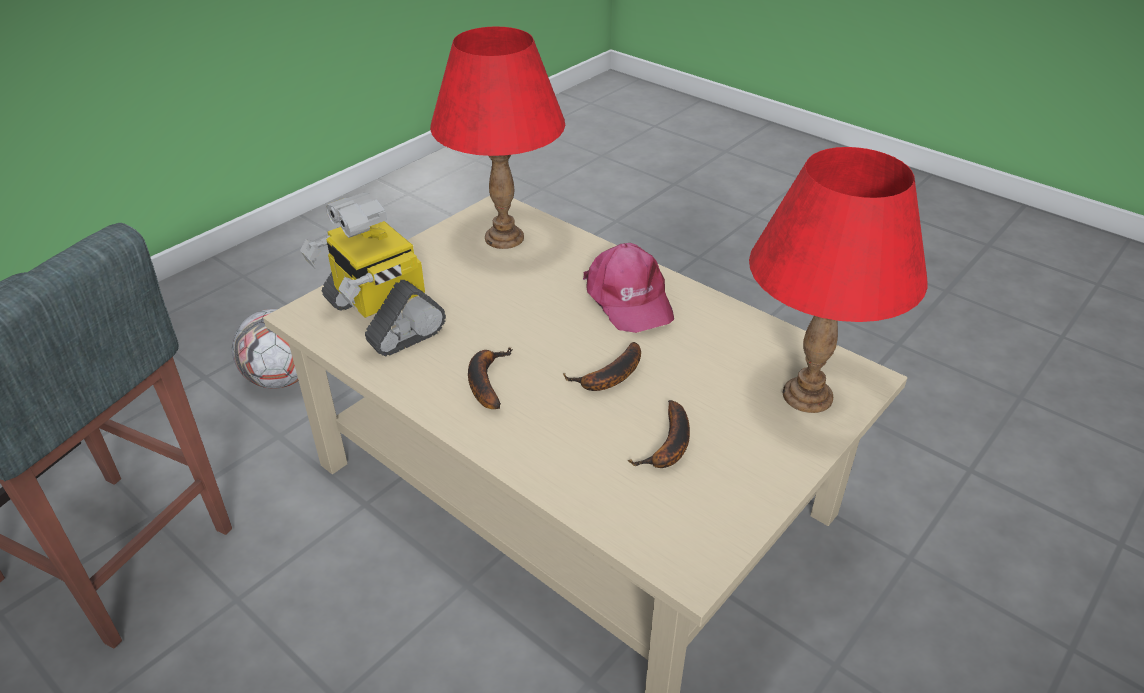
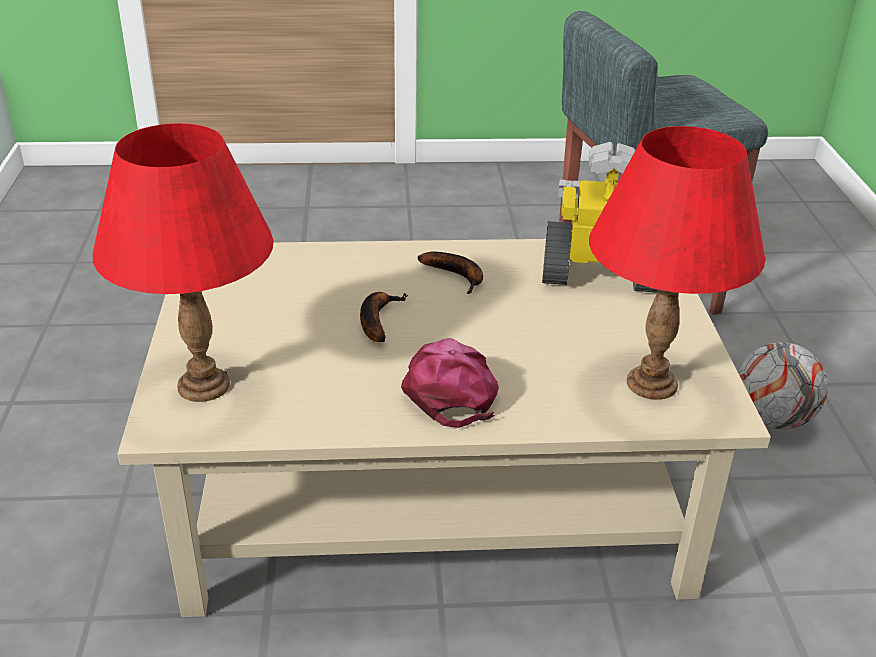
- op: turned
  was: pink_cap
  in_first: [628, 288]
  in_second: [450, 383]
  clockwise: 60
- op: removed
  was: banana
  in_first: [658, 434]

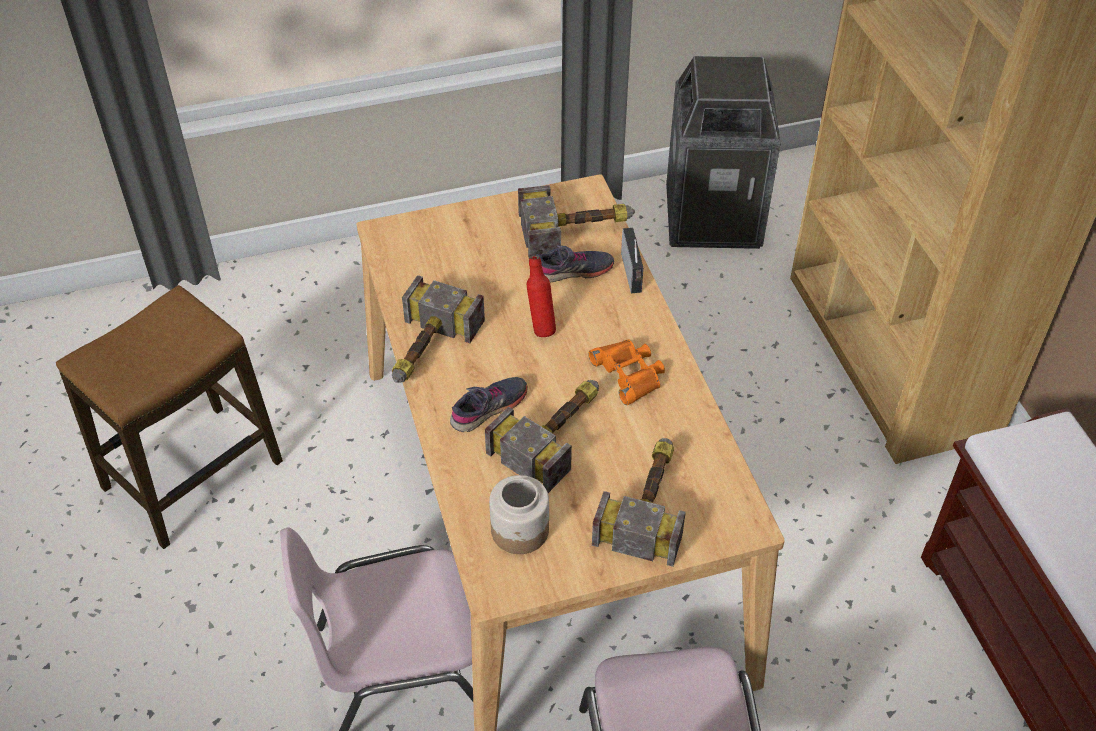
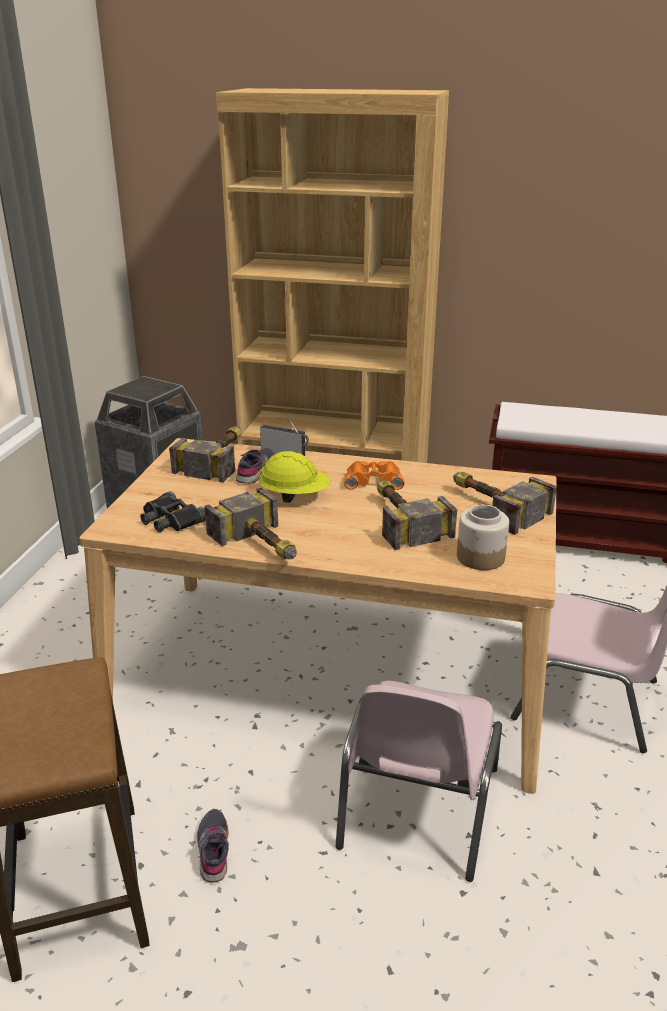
- op: replaced
  was: red_bottle
  now: yellow_hard_hat
  in_first: [541, 296]
  in_second: [294, 477]
- op: moved
  was: grey_shoe
  in_first: [489, 404]
  in_second: [213, 846]
- op: added
  now: black_binoculars
  in_second: [173, 511]

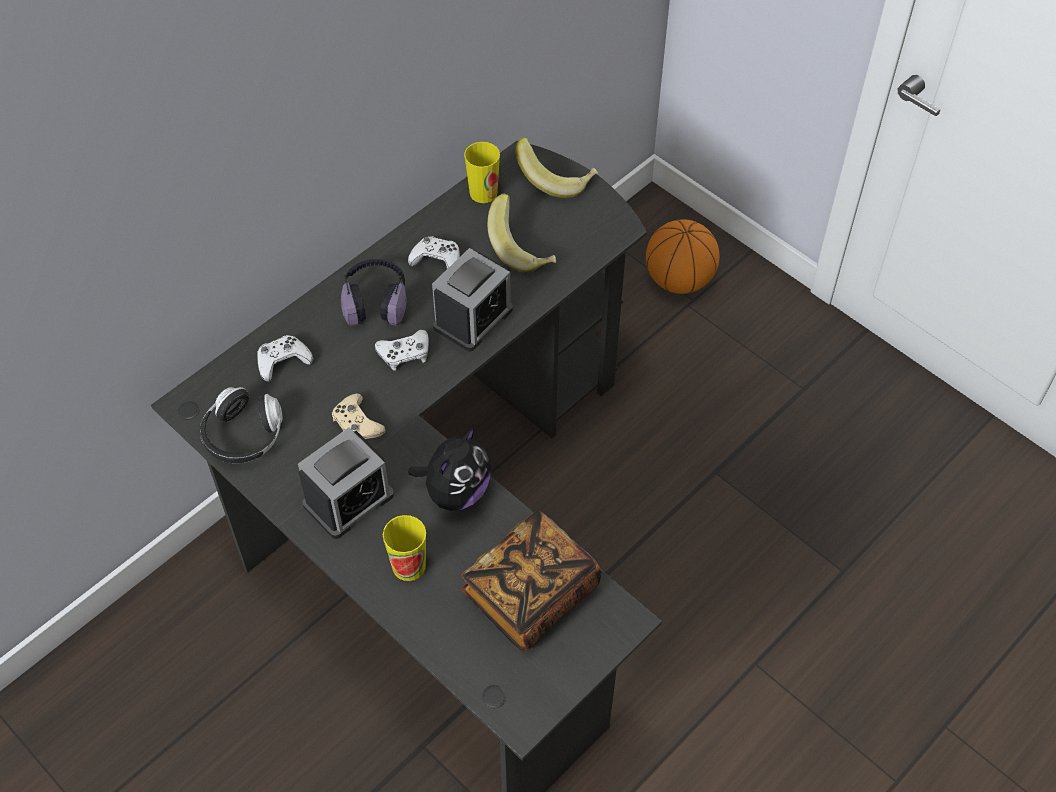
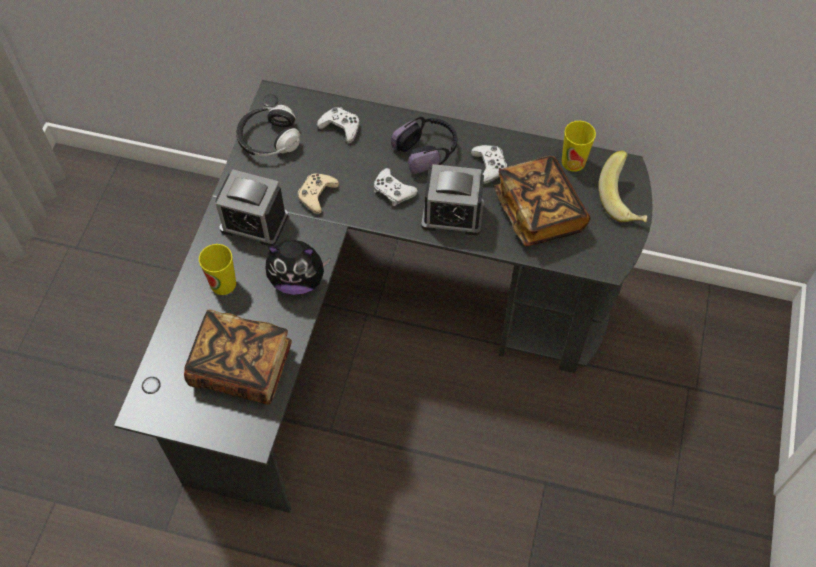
- op: replaced
  was: banana
  now: book
  in_first: [521, 232]
  in_second: [542, 201]
- op: removed
  was: basketball
  in_first: [682, 256]

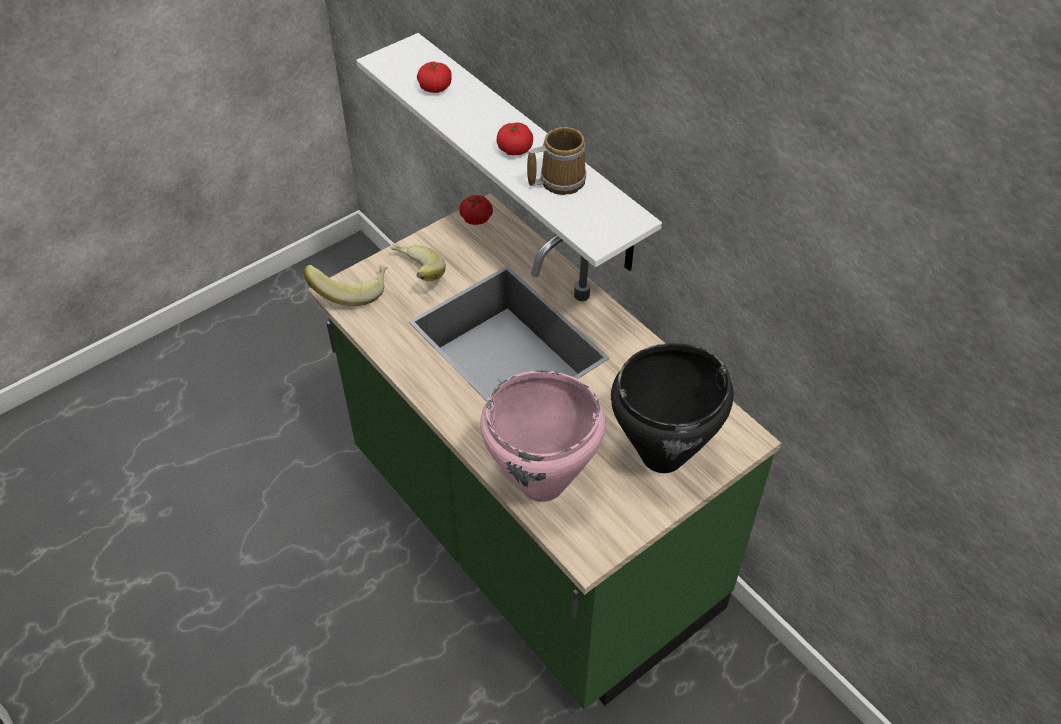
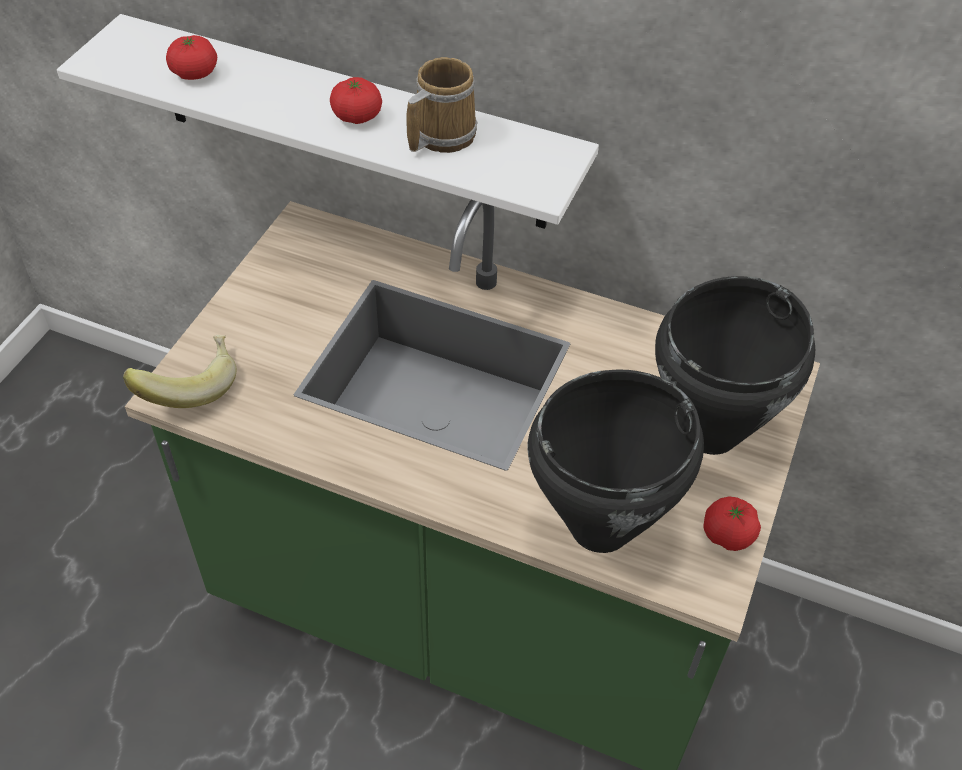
- op: moved
  was: tomato
  in_first: [476, 210]
  in_second: [732, 523]
- op: removed
  was: banana
  in_first: [418, 263]
- op: recoloured
  was: pink_cooking_pot
  now: black_cooking_pot
  in_first: [543, 436]
  in_second: [615, 461]

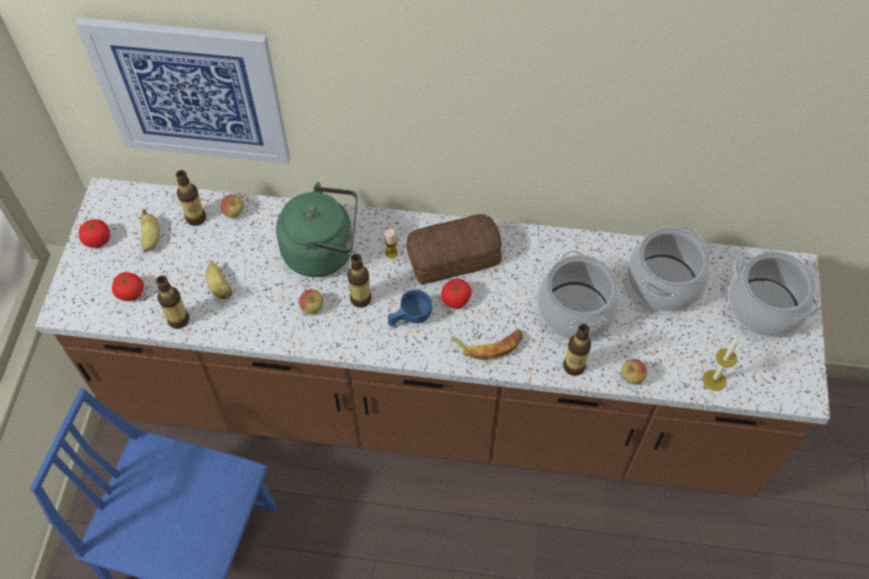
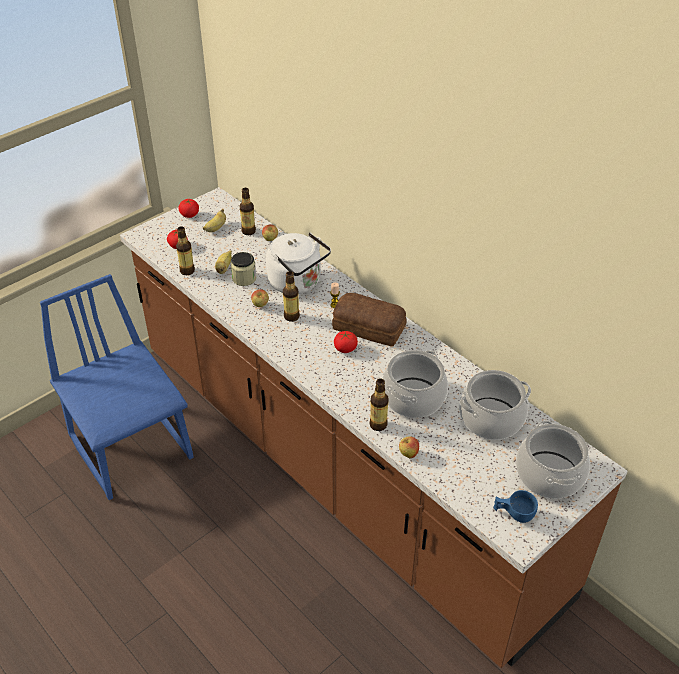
- op: removed
  was: picture
  in_first: [182, 90]
- op: recoloured
  was: green_kettle
  now: white_kettle
  in_first: [317, 229]
  in_second: [298, 263]
- op: moved
  was: blue_cup
  in_first: [410, 308]
  in_second: [515, 506]
- op: removed
  was: banana
  in_first: [486, 344]
- op: removed
  was: candle
  in_first: [721, 364]
- op: added
  now: jar
  in_second: [243, 269]

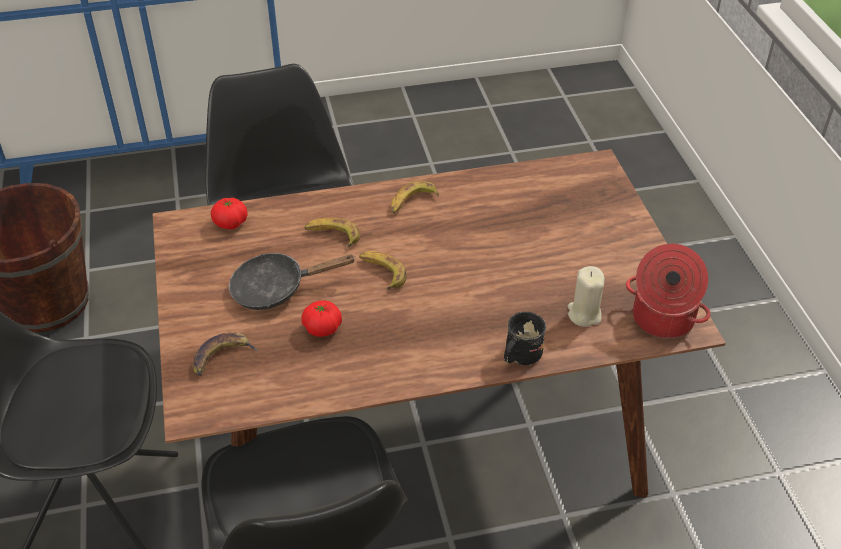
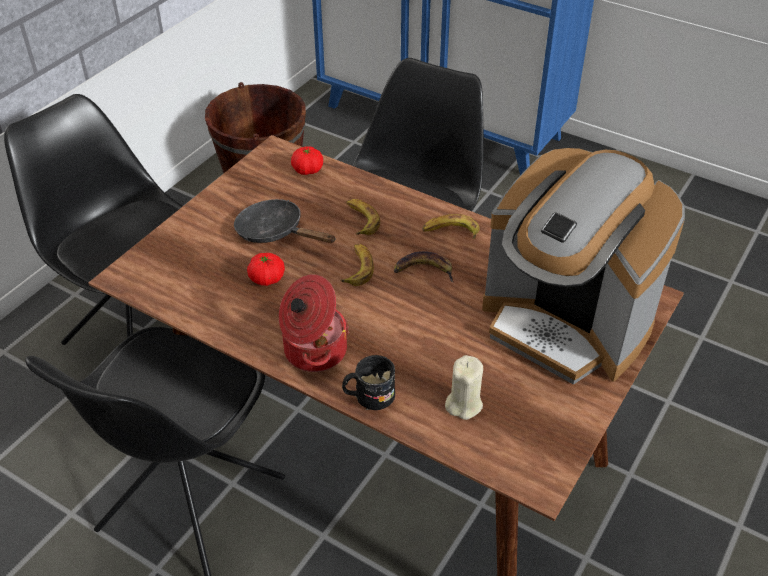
- op: moved
  was: cooking_pot
  in_first: [668, 291]
  in_second: [314, 323]
- op: moved
  was: banana
  in_first: [226, 354]
  in_second: [424, 266]
- op: added
  now: coffee_machine
  in_second: [583, 266]

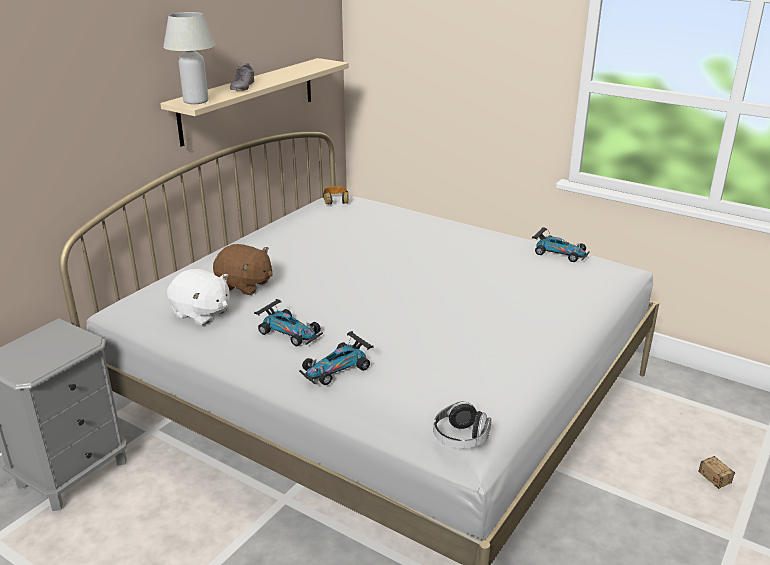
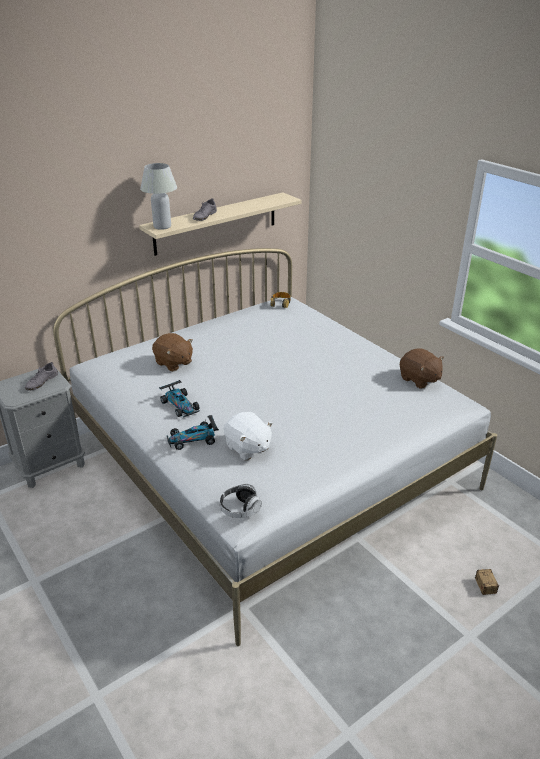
- op: replaced
  was: toy_car
  now: brown_plush_toy
  in_first: [561, 244]
  in_second: [422, 369]
- op: moved
  was: white_plush_toy
  in_first: [198, 297]
  in_second: [248, 436]
- op: added
  now: grey_shoe
  in_second: [41, 376]

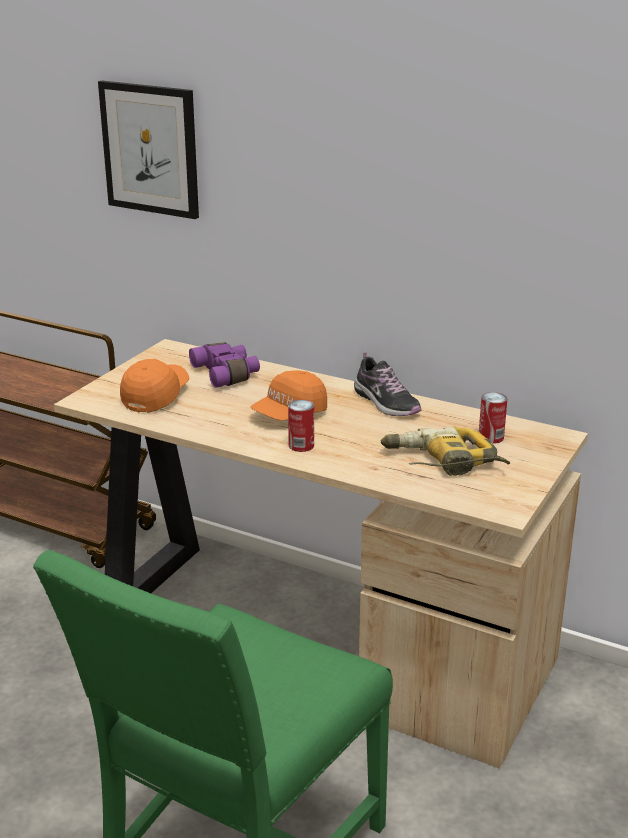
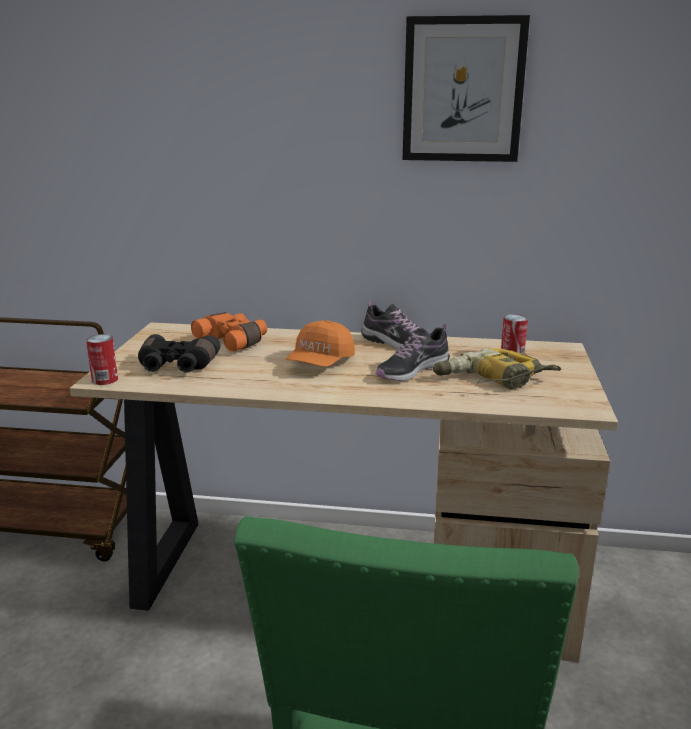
- op: moved
  was: picture
  in_first: [148, 150]
  in_second: [466, 88]
- op: recoloured
  was: purple_binoculars
  now: orange_binoculars
  in_first: [224, 365]
  in_second: [229, 332]
- op: replaced
  was: orange_cap
  now: black_binoculars
  in_first: [154, 386]
  in_second: [179, 353]
- op: moved
  was: can
  in_first: [301, 426]
  in_second: [102, 359]
- op: added
  now: shoe
  in_second: [413, 352]

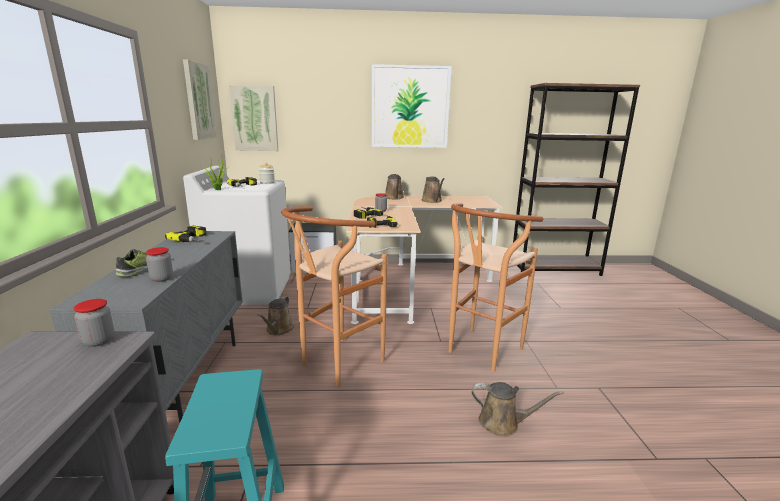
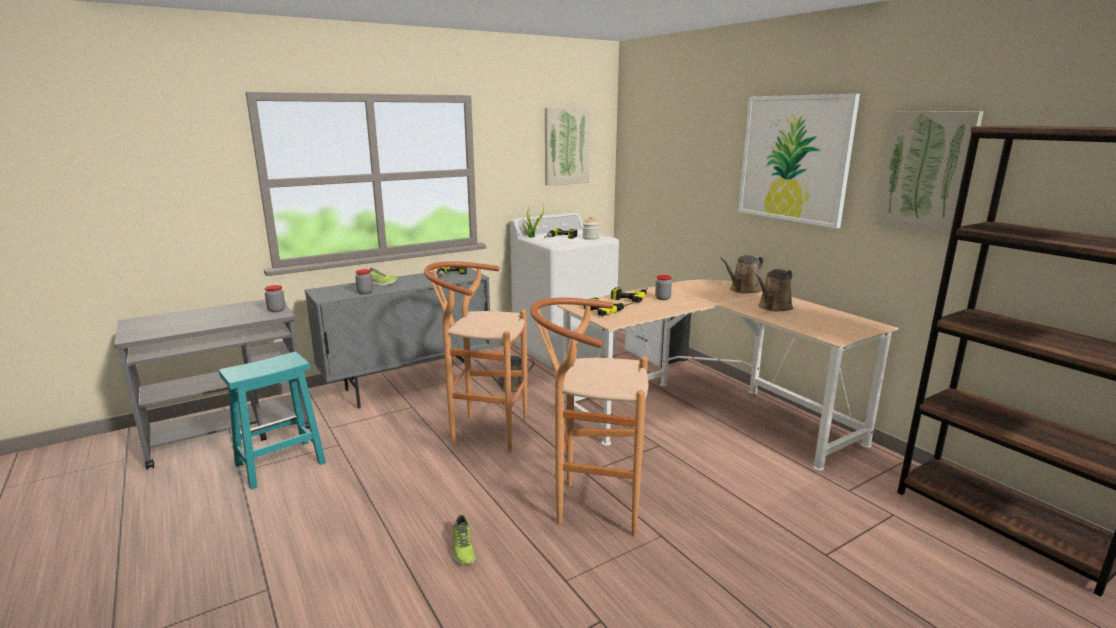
- op: moved
  was: picture
  in_first: [253, 118]
  in_second: [930, 173]
- op: replaced
  was: brown_watering_can
  now: shoe
  in_first: [517, 409]
  in_second: [464, 540]

